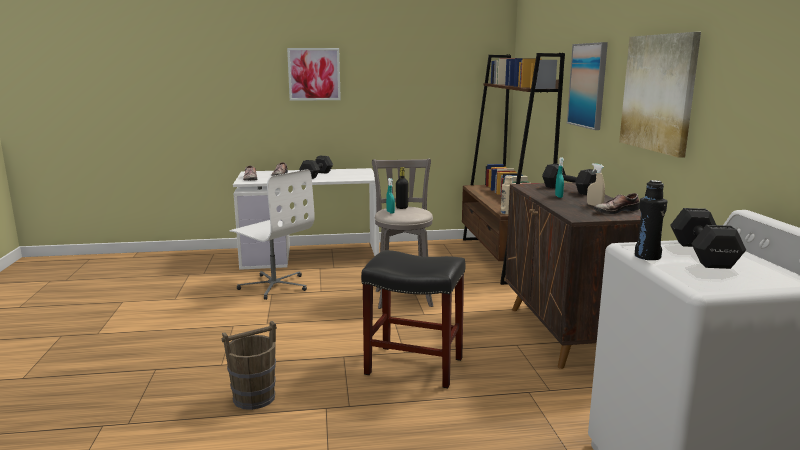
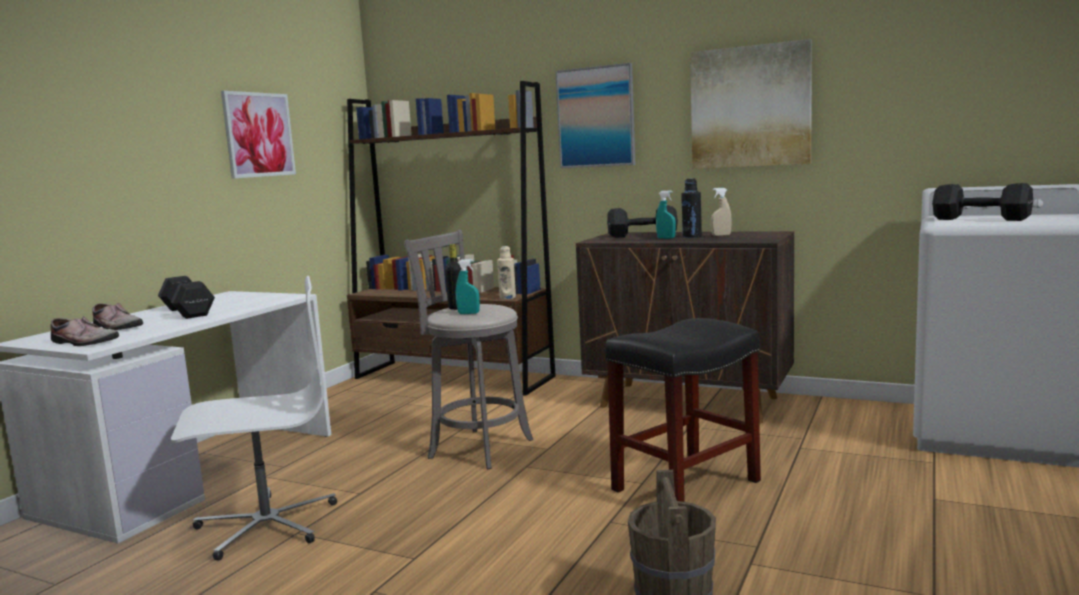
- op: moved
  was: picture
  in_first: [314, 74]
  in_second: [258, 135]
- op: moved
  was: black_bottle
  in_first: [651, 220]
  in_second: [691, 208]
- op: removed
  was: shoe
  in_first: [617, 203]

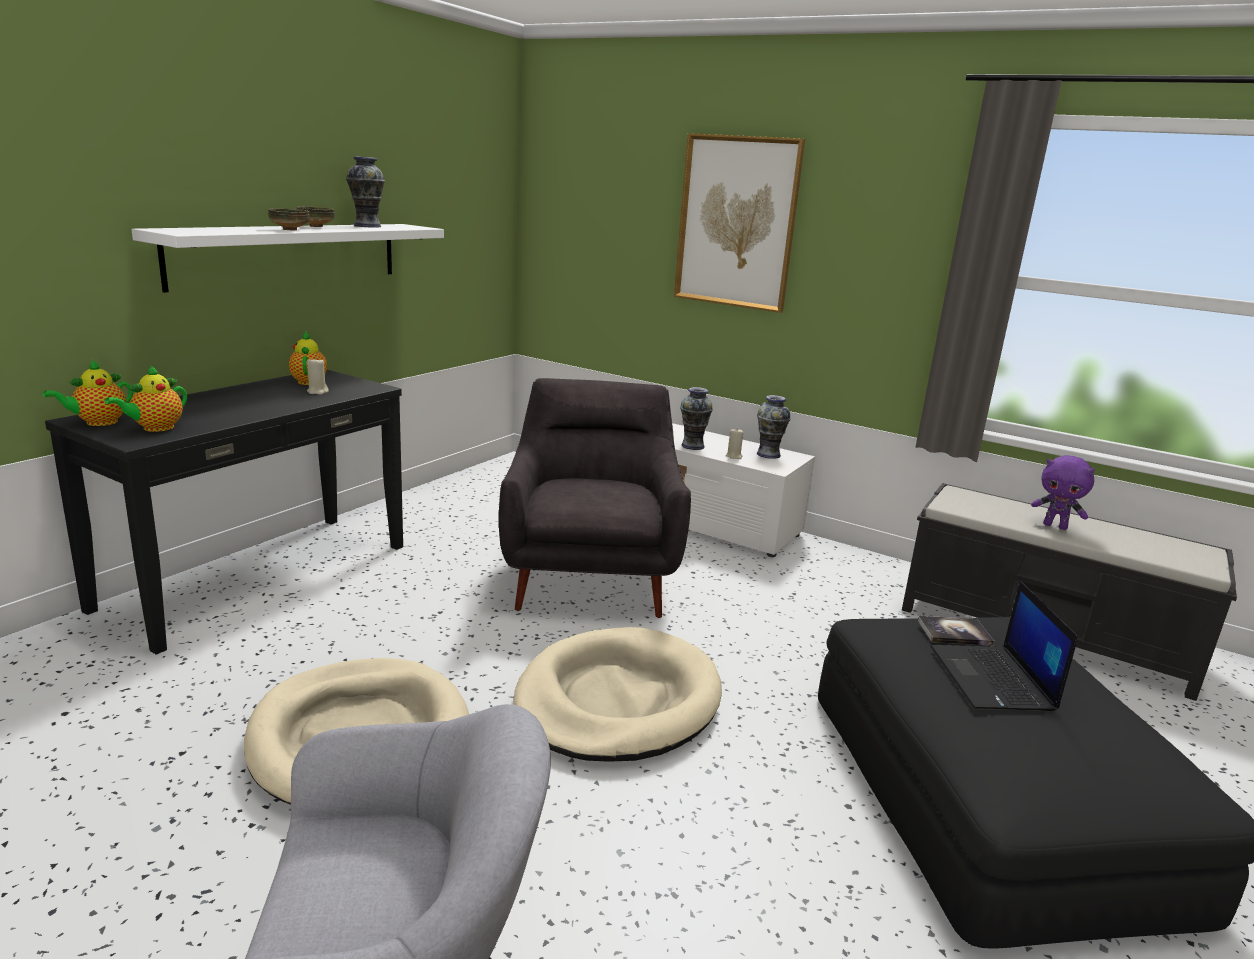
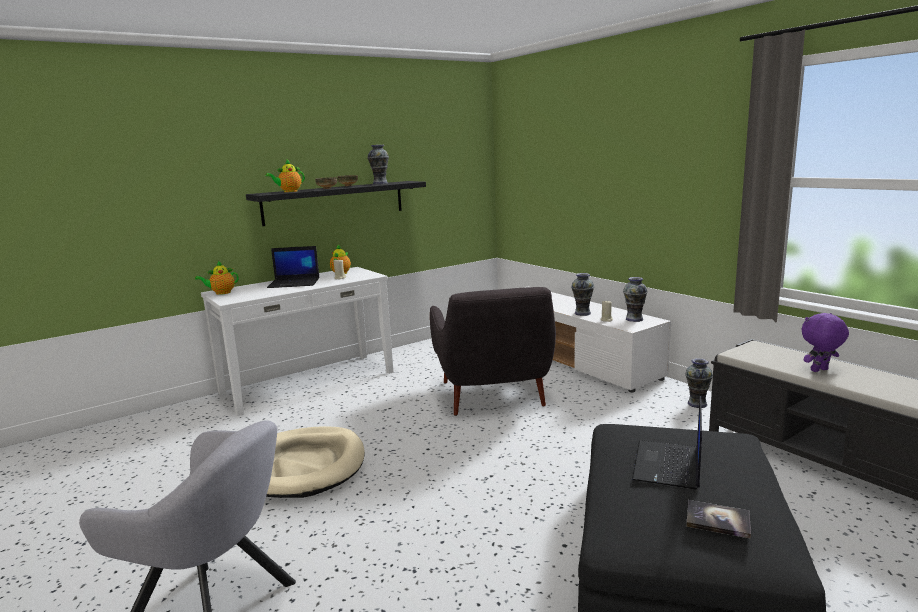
- op: removed
  was: picture
  in_first: [739, 223]
- op: recoloured
  was: white_shelf
  now: black_shelf
  in_first: [287, 258]
  in_second: [336, 203]
- op: moved
  was: teapot
  in_first: [146, 398]
  in_second: [285, 176]
- op: recoloured
  was: black_console_table
  now: white_console_table
  in_first: [224, 512]
  in_second: [297, 341]
- op: turned
  was: grey_armchair
  in_first: [595, 498]
  in_second: [493, 351]
  clockwise: 150
- op: turned
  was: purple_plush_toy
  in_first: [1063, 492]
  in_second: [825, 342]
  clockwise: 105
- op: moved
  was: book
  in_first: [956, 631]
  in_second: [718, 519]
- op: removed
  was: beige_dog_bed
  in_first: [617, 694]
- op: added
  now: laptop
  in_second: [293, 267]
- op: added
  now: vase
  in_second: [699, 383]

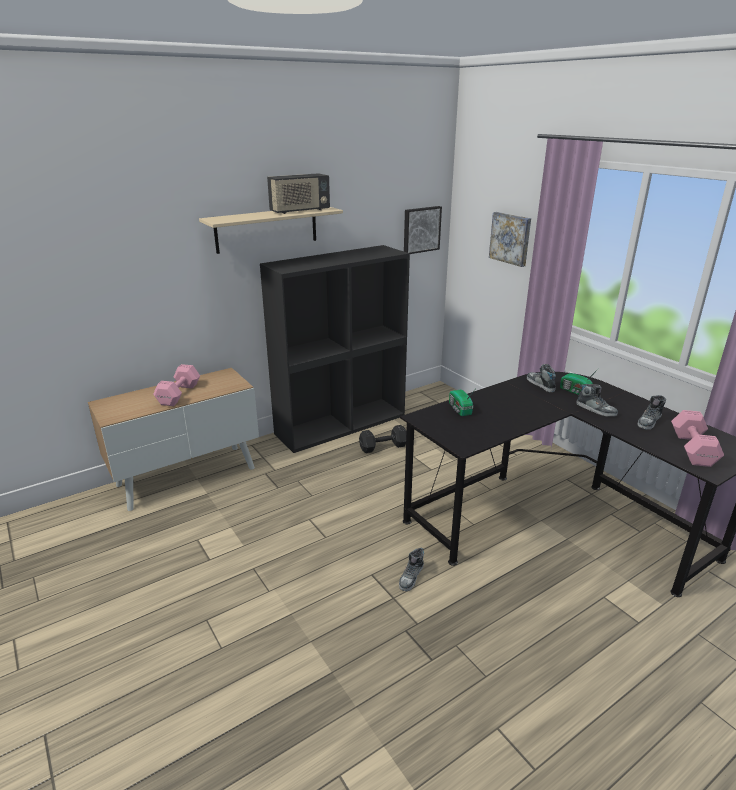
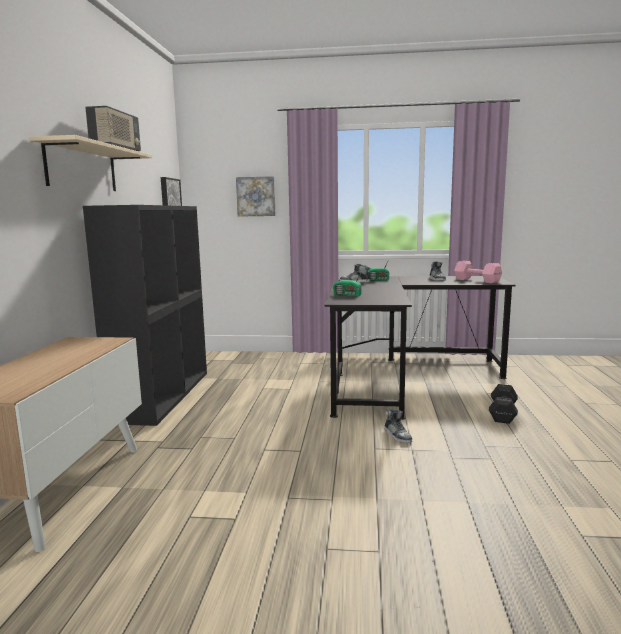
- op: removed
  was: pink_dumbbell
  in_first: [176, 385]
- op: removed
  was: shoe
  in_first: [597, 400]
- op: moved
  was: black_dumbbell
  in_first: [383, 439]
  in_second: [503, 404]

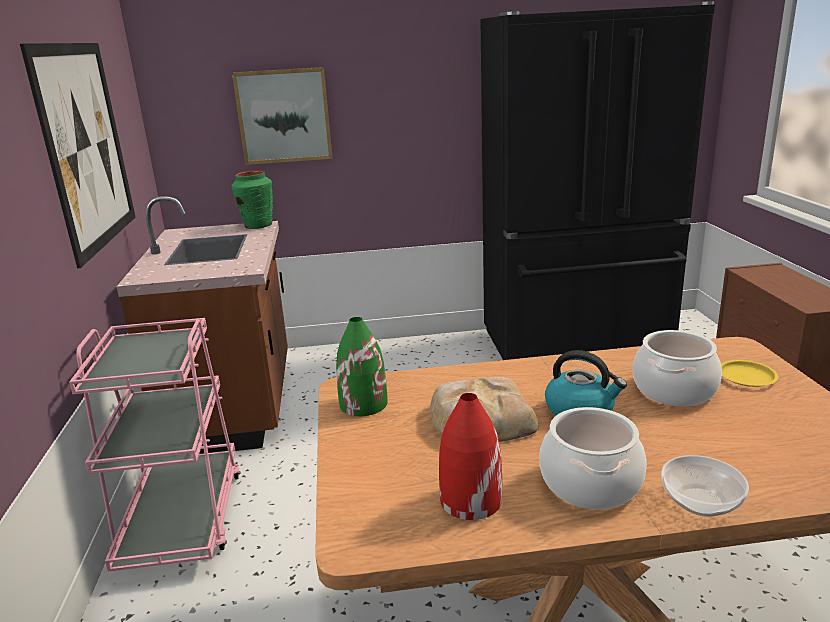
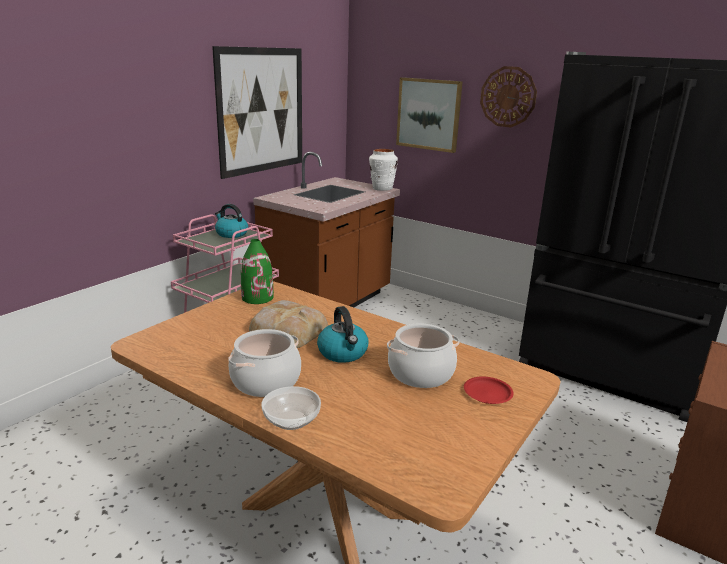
- op: recoloured
  was: green_vase
  now: white_vase
  in_first: [252, 200]
  in_second: [383, 170]
- op: recoloured
  was: yellow_plate
  now: red_plate
  in_first: [749, 373]
  in_second: [489, 390]
- op: removed
  was: red_vase
  in_first: [470, 456]
- op: added
  now: wall_clock
  in_second: [508, 97]
- op: added
  now: kettle
  in_second: [231, 221]

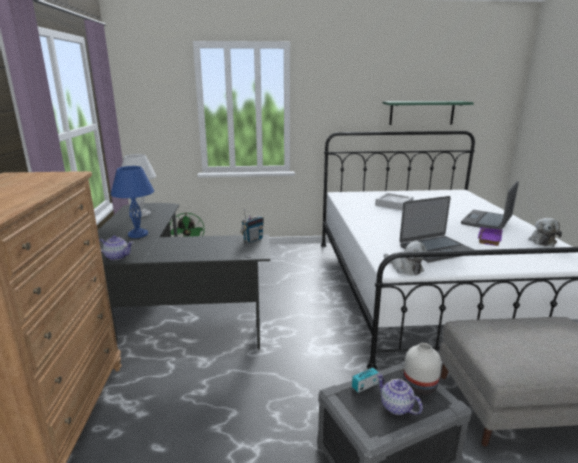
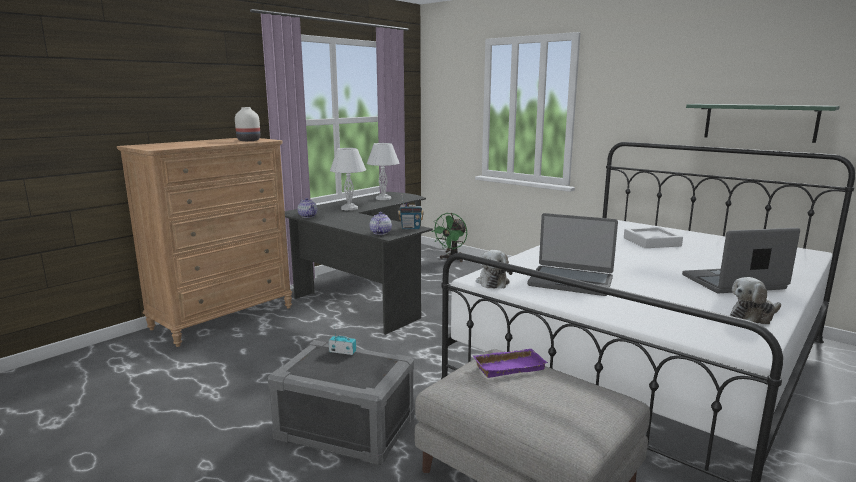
- op: recoloured
  was: blue_table_lamp
  now: white_table_lamp
  in_first: [132, 202]
  in_second: [348, 179]
- op: moved
  was: purple_tray
  in_first: [490, 236]
  in_second: [510, 363]
- op: moved
  was: white_vase
  in_first: [422, 369]
  in_second: [247, 124]
- op: moved
  was: teapot
  in_first: [400, 394]
  in_second: [381, 223]

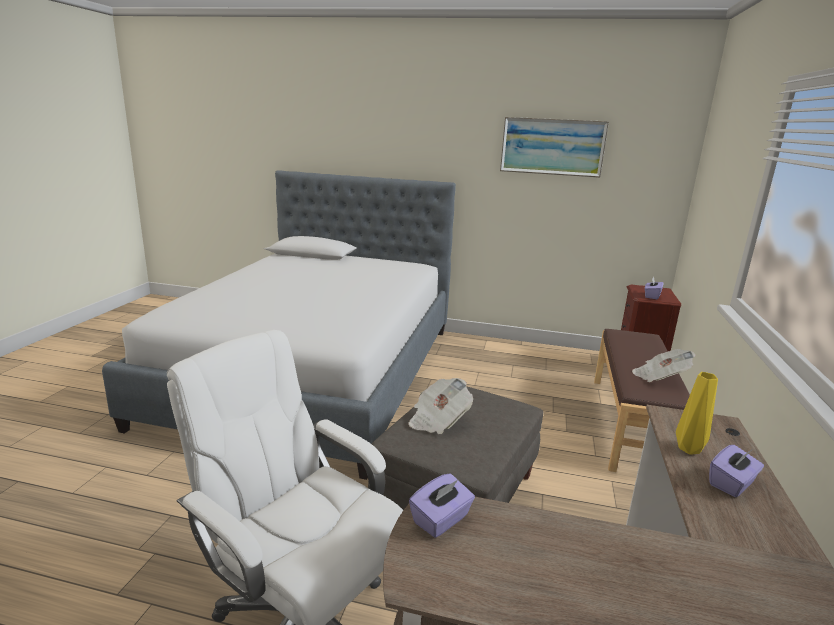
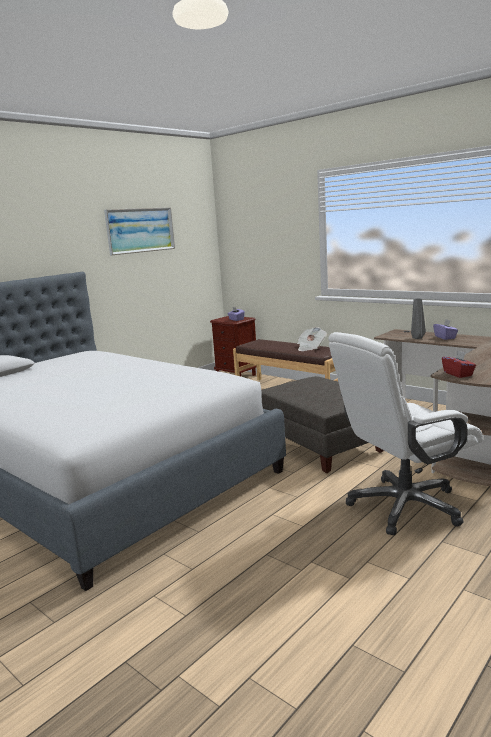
- op: recoloured
  was: yellow_vase
  now: grey_vase
  in_first: [697, 413]
  in_second: [418, 318]
- op: removed
  was: newspaper
  in_first: [440, 406]
- op: recoloured
  was: purple_tissue_box
  now: red_tissue_box
  in_first: [442, 505]
  in_second: [459, 364]

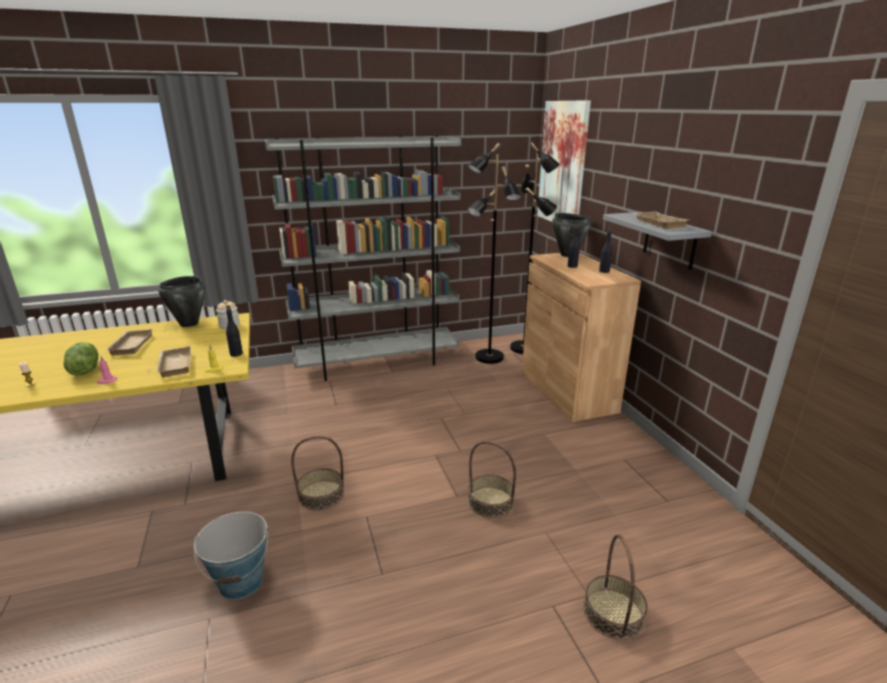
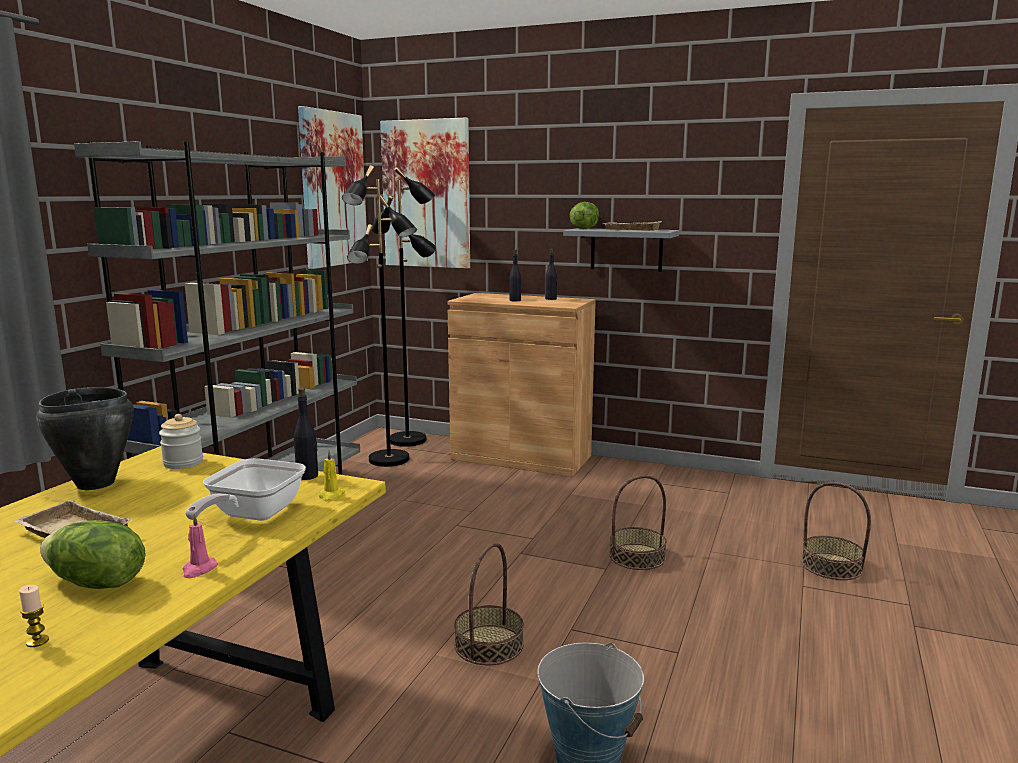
- op: removed
  was: black_cooking_pot
  in_first: [571, 235]
- op: replaced
  was: beige_tray
  now: frying_pan
  in_first: [174, 361]
  in_second: [245, 489]
- op: added
  now: picture
  in_second: [333, 187]
- op: added
  now: lettuce
  in_second: [584, 215]

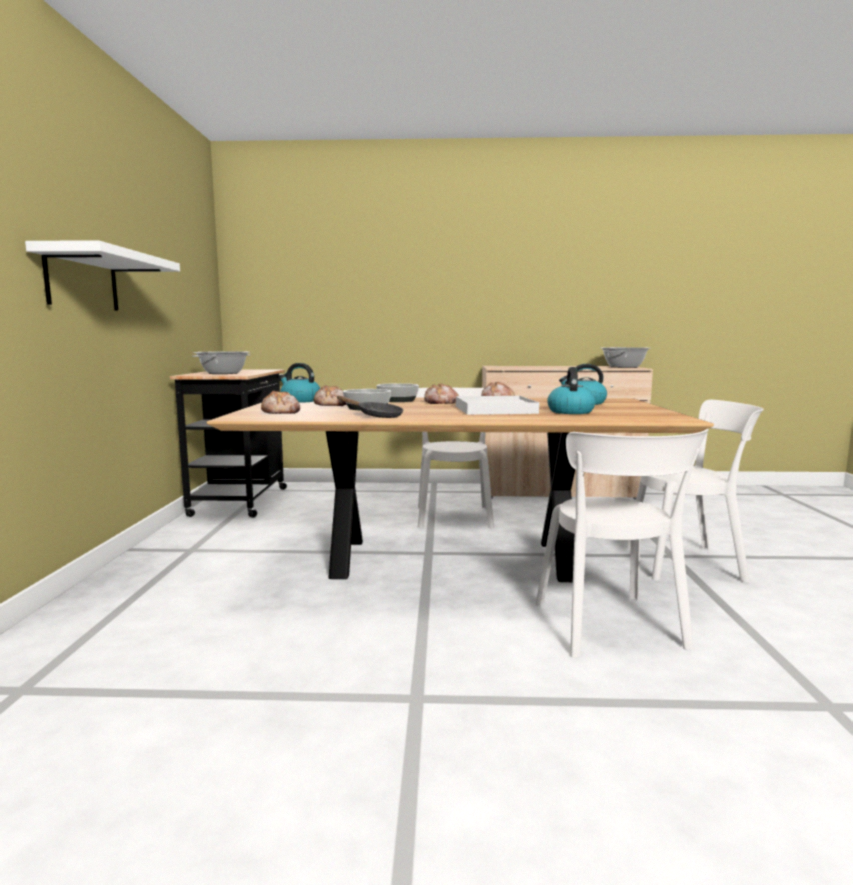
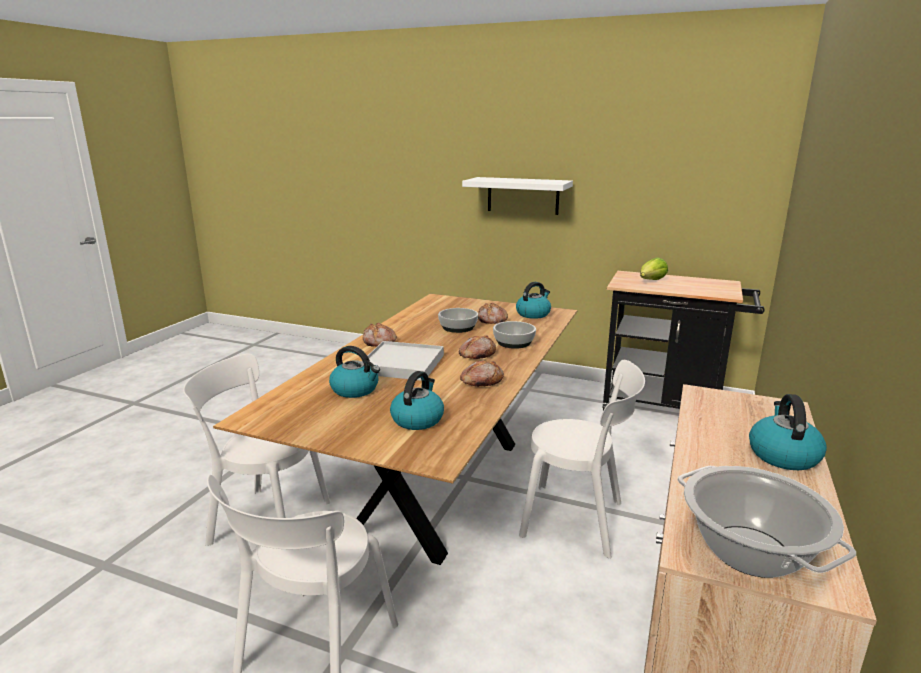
- op: replaced
  was: cooking_pot
  now: lettuce
  in_first: [221, 362]
  in_second: [654, 268]
- op: moved
  was: bread
  in_first: [280, 402]
  in_second: [380, 335]
- op: removed
  was: black_frying_pan
  in_first: [370, 407]
- op: added
  now: kettle
  in_second: [788, 432]

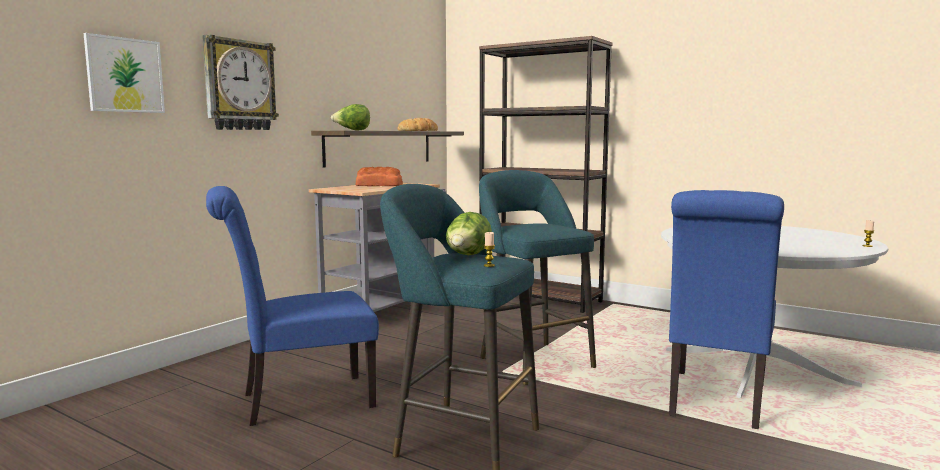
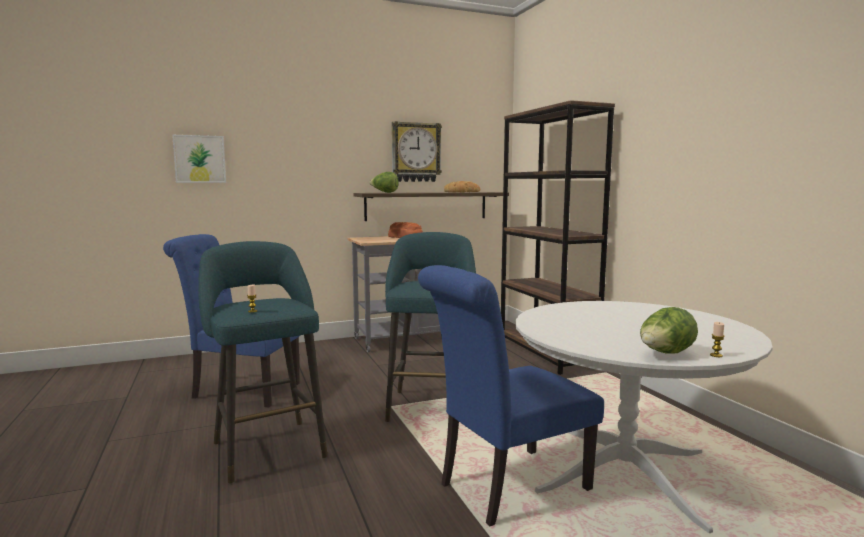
- op: moved
  was: wall_clock
  in_first: [240, 82]
  in_second: [417, 151]
- op: moved
  was: lettuce
  in_first: [469, 233]
  in_second: [669, 330]

